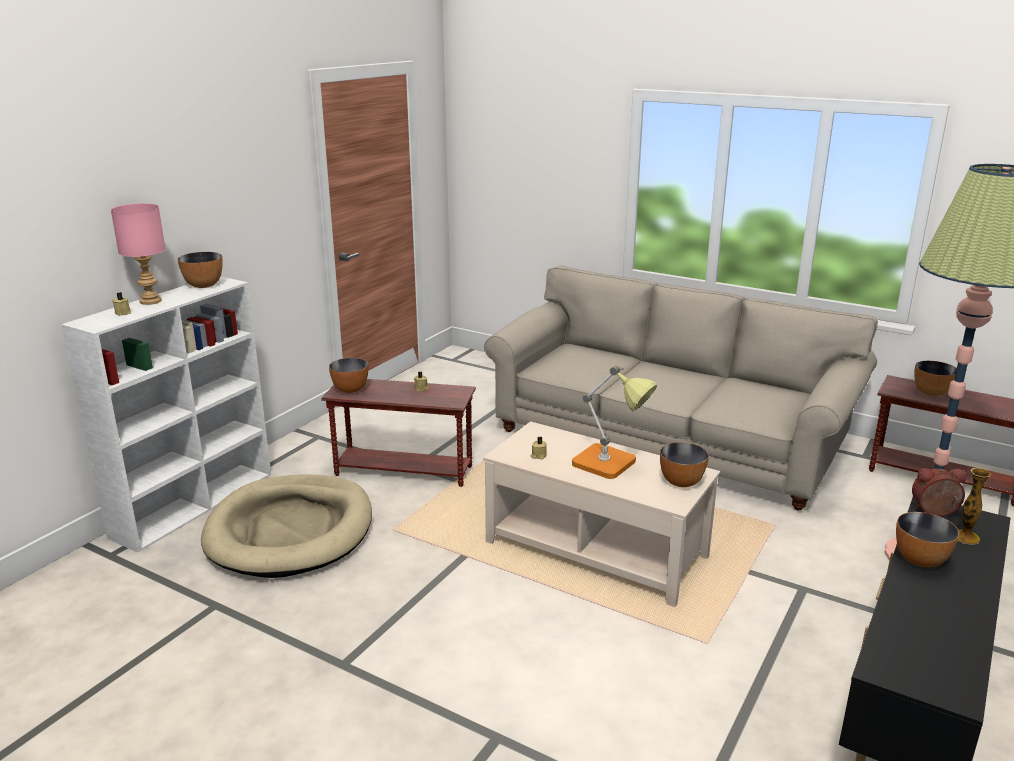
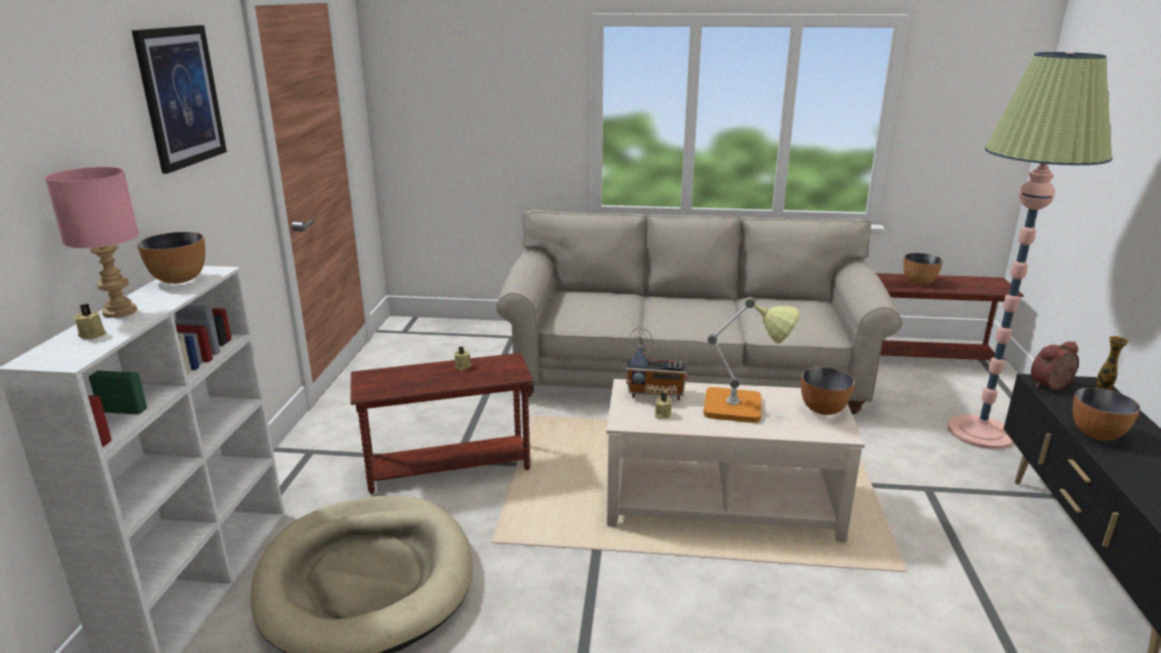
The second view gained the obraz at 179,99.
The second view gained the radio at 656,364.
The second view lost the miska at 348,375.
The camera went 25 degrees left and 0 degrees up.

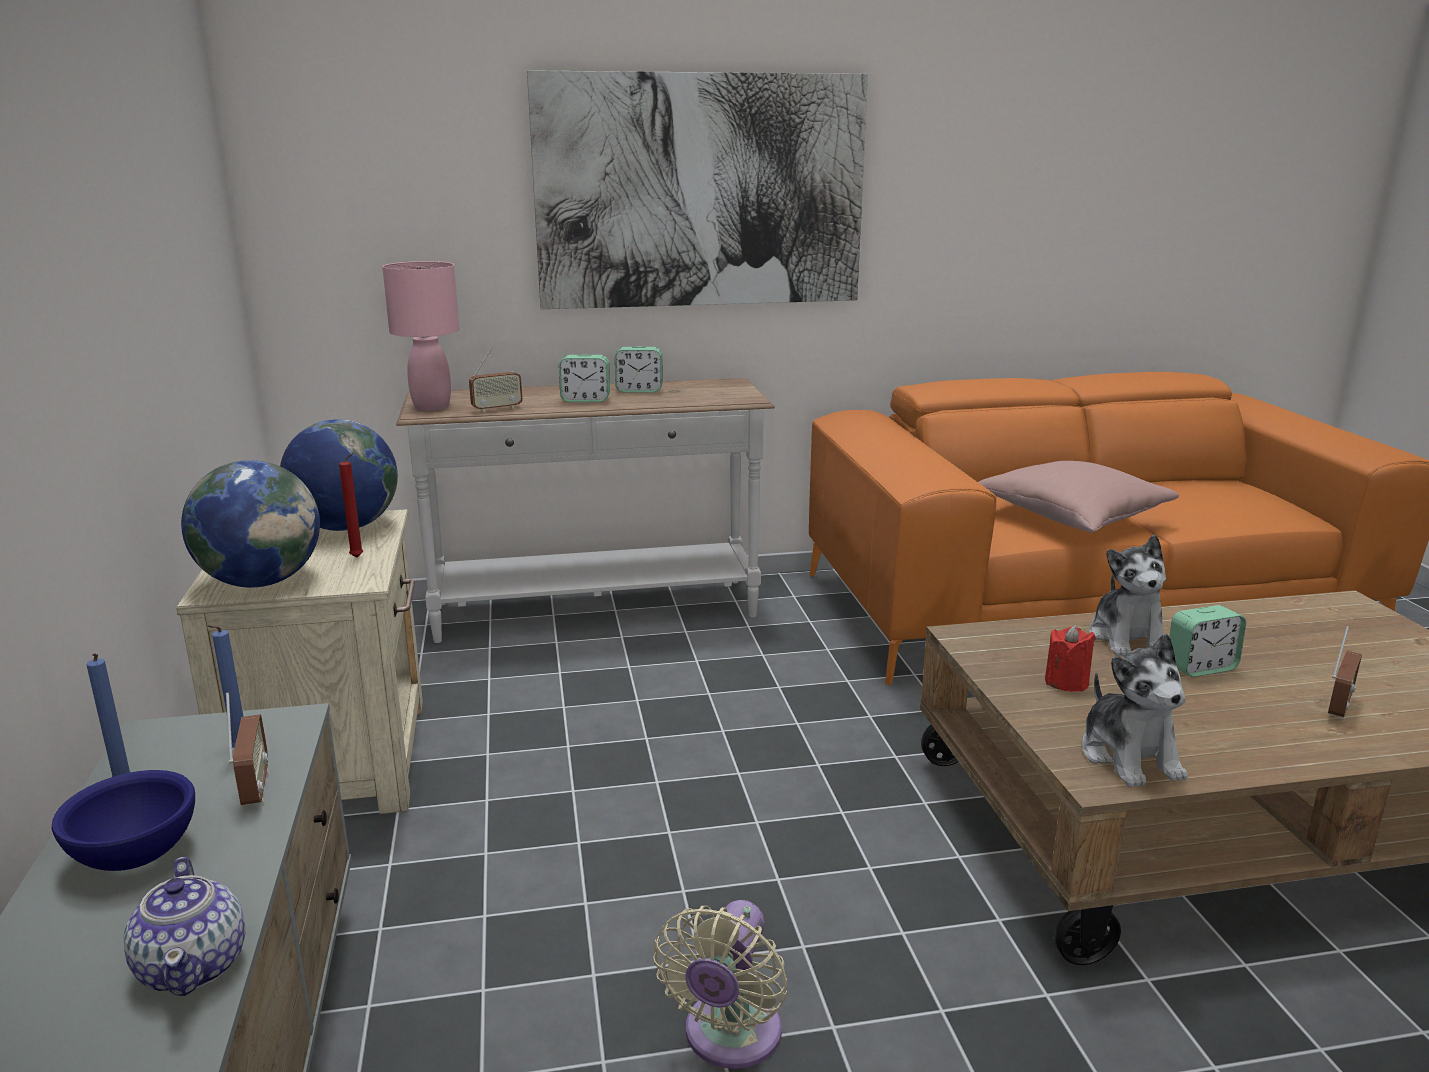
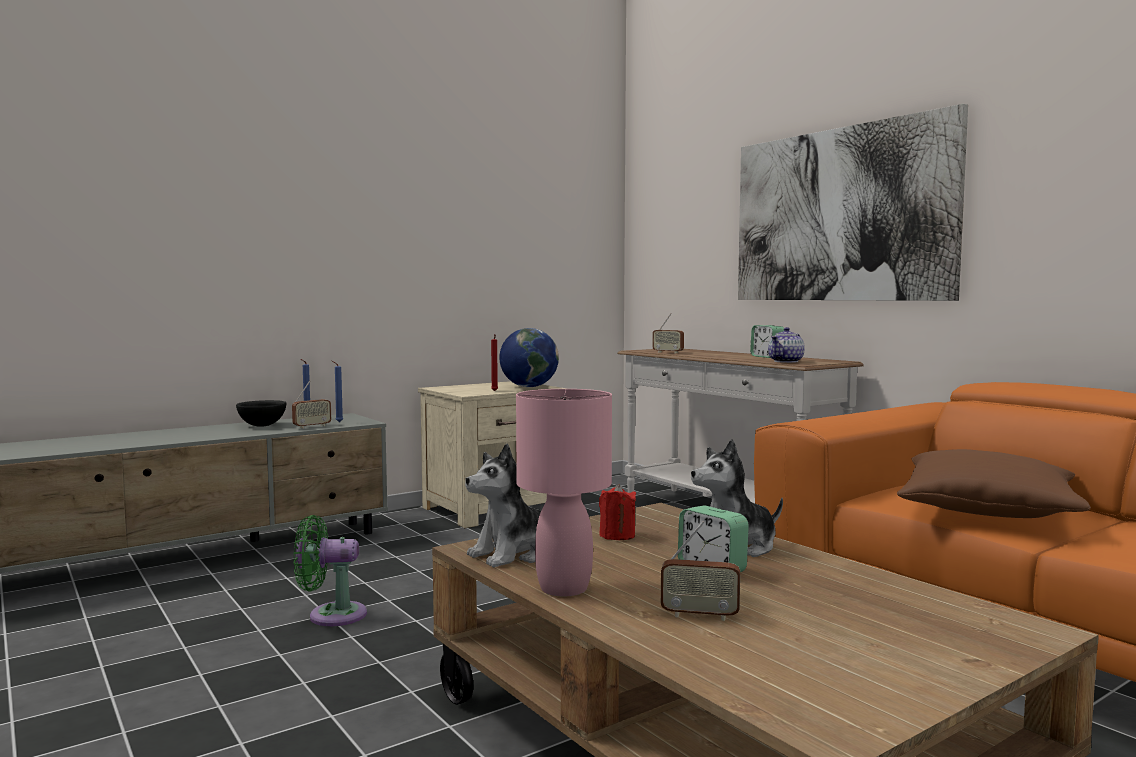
What was the miska [niebieski] at 123,820 turned into the miska [czarny] at 261,413.
What was the wentylator [beżowy] at 720,984 turned into the wentylator [zielony] at 330,570.
The lampa stołowa [różowy] ended up elsewhere, having gone from 420,336 to 564,492.
The imbryk ended up elsewhere, having gone from 184,926 to 786,345.
What was the poduszka [różowy] at 1078,496 turned into the poduszka [brązowy] at 994,483.
The second view lost the globus at 250,524.
The second view lost the budzik at 584,378.
The camera went 65 degrees right and 15 degrees down.

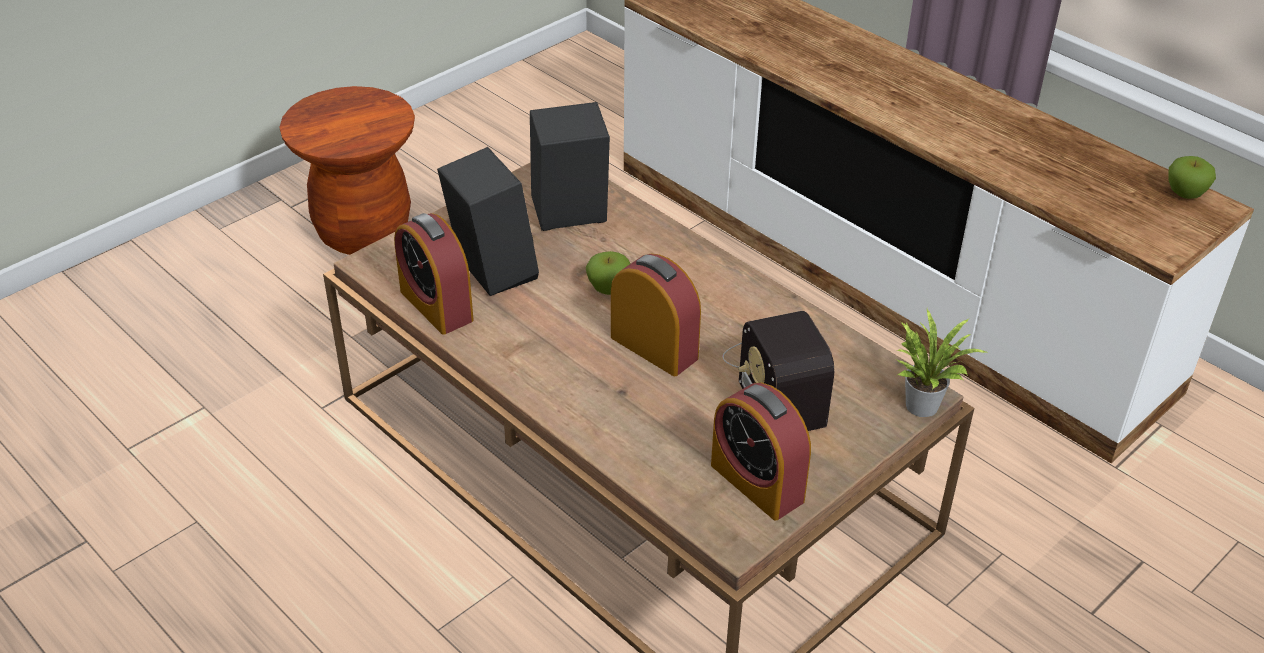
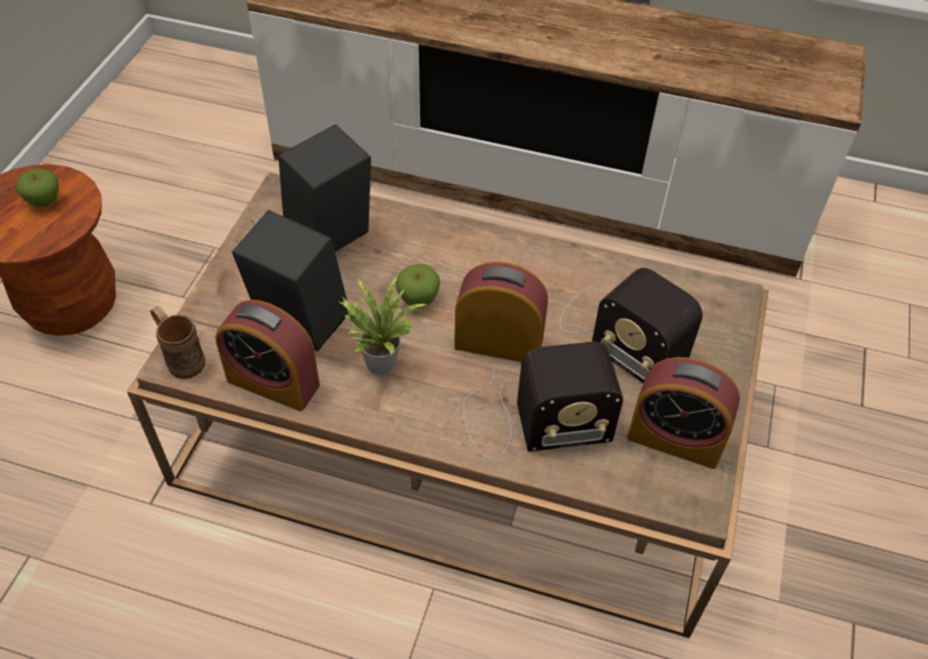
The jabłko ended up elsewhere, having gone from 1192,177 to 37,187.
The second view gained the kubek [brązowy] at 177,342.
The roślina doniczkowa ended up elsewhere, having gone from 942,363 to 383,324.
The second view gained the radio at 543,400.
The camera went 30 degrees left and 10 degrees up.

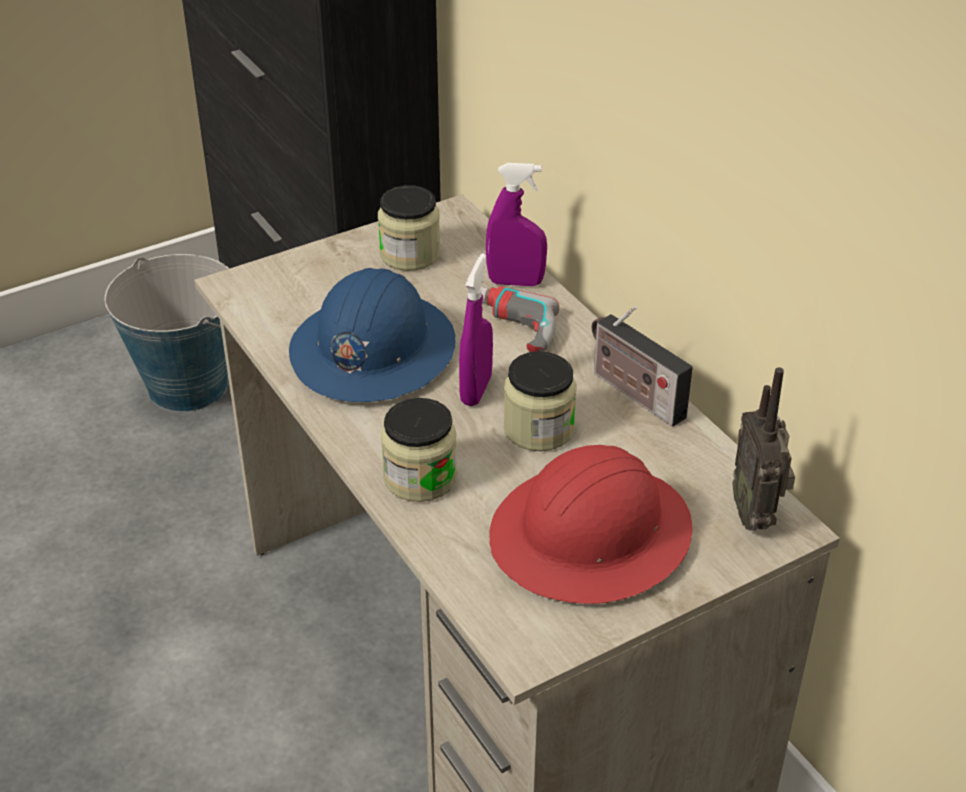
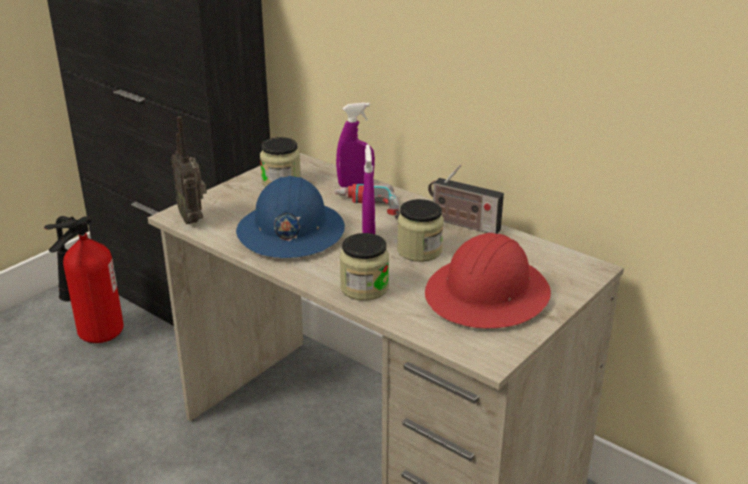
Where the wiadro stood at 167,333, the gaśnica came to stand at 84,279.
The radio ended up elsewhere, having gone from 764,449 to 189,170.
The camera went 20 degrees left and 10 degrees down.

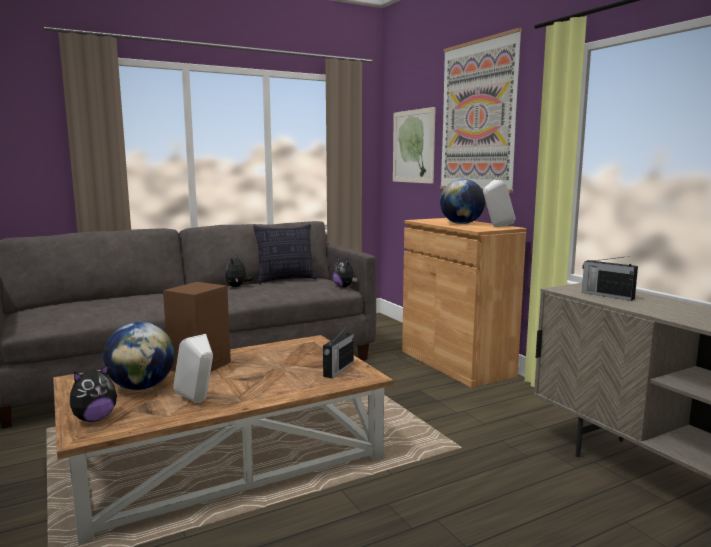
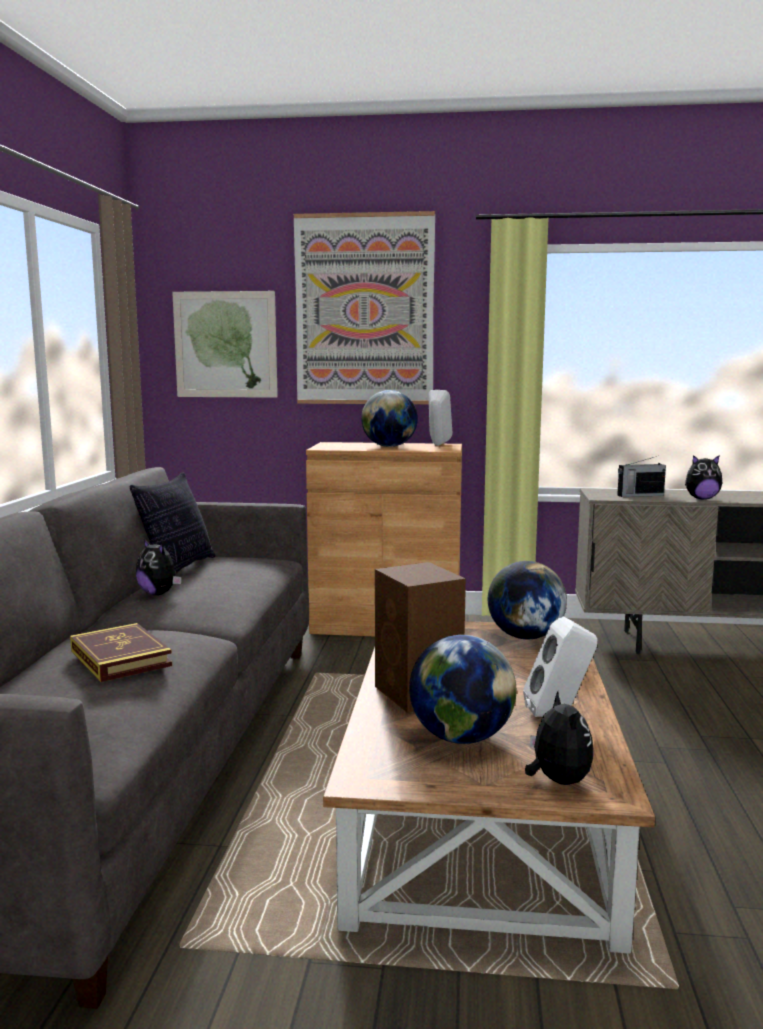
The second view gained the książka at 121,652.
Where the radio stood at 338,353, the globus came to stand at 527,600.
The pluszak ended up elsewhere, having gone from 344,271 to 703,477.
The camera went 55 degrees left and 0 degrees up.

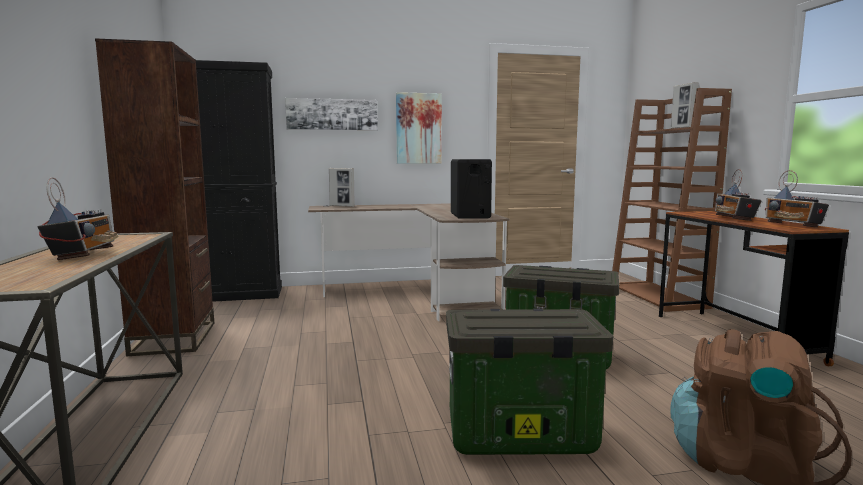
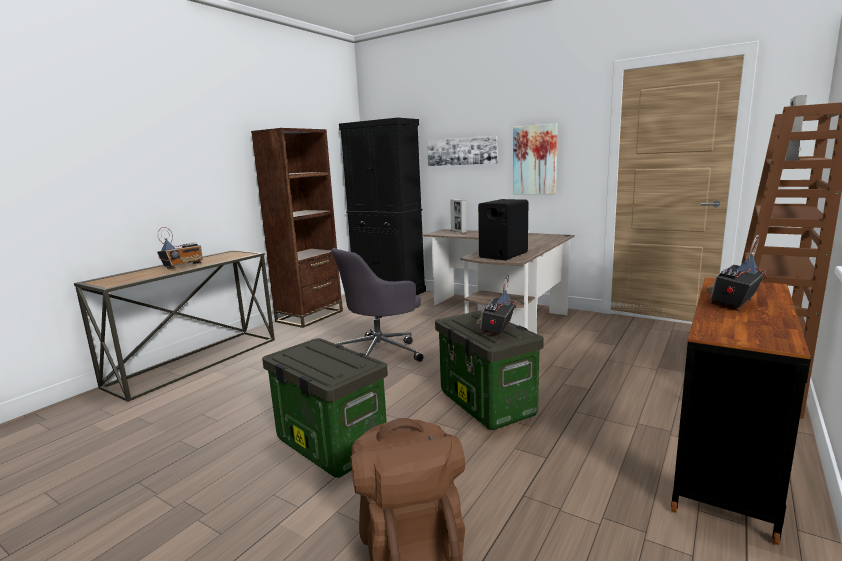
The second view gained the krzesło biurowe [szary] at 377,305.
The radio ended up elsewhere, having gone from 797,199 to 496,306.
The camera went 45 degrees right and 5 degrees up.

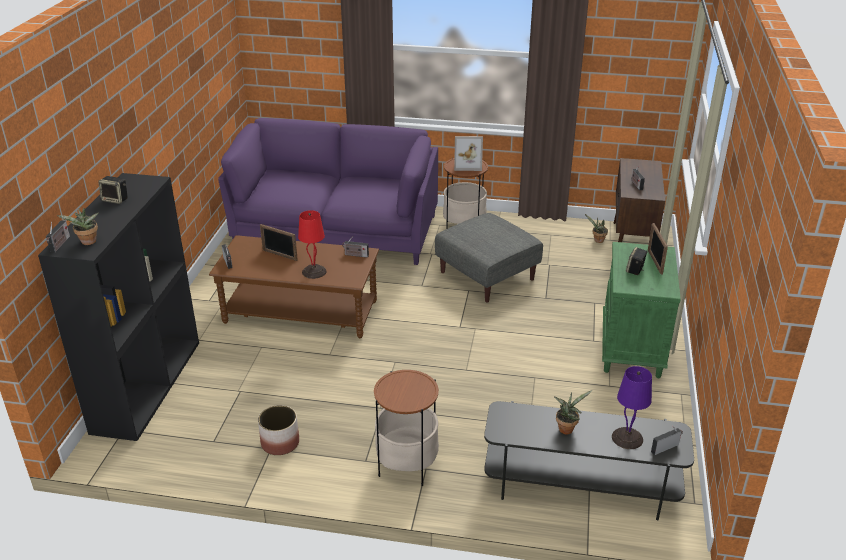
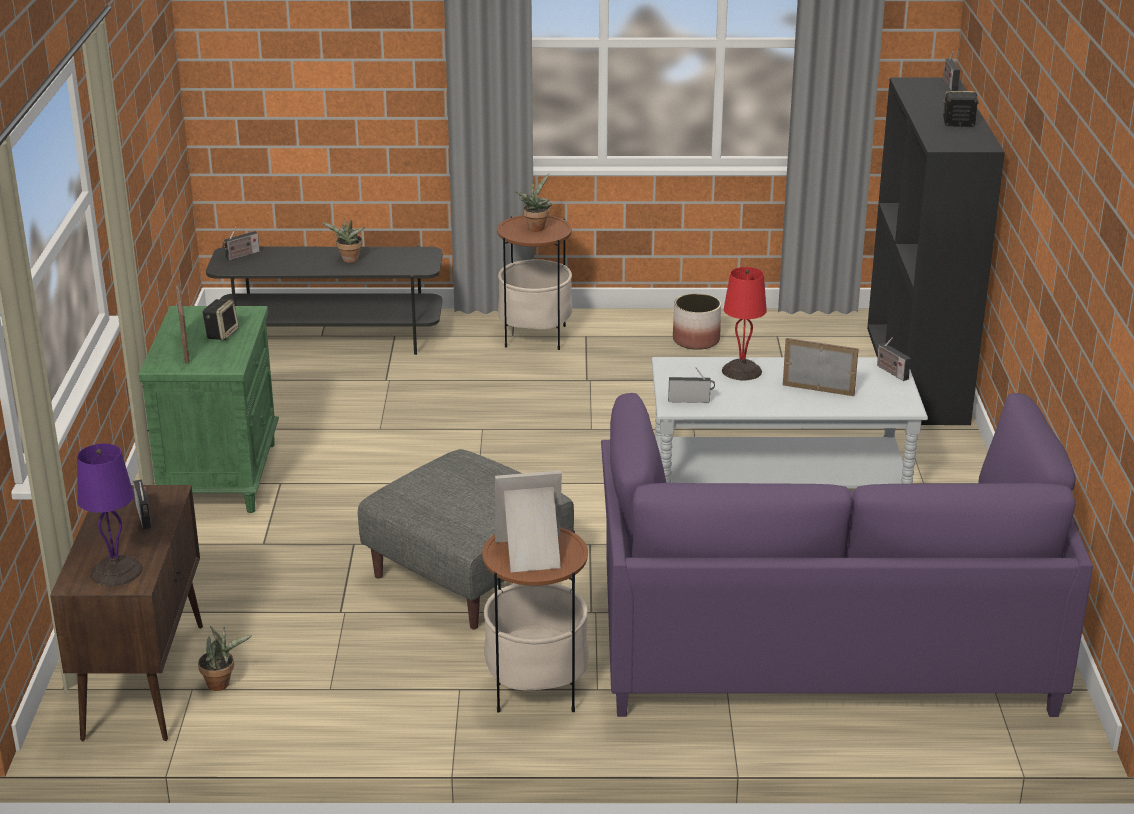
The lampa stołowa [fioletowy] ended up elsewhere, having gone from 632,407 to 109,514.
The roślina doniczkowa ended up elsewhere, having gone from 77,226 to 534,202.
What was the ława [brązowy] at 294,286 turned into the ława [szary] at 789,423.
The camera went 170 degrees right and 5 degrees down.

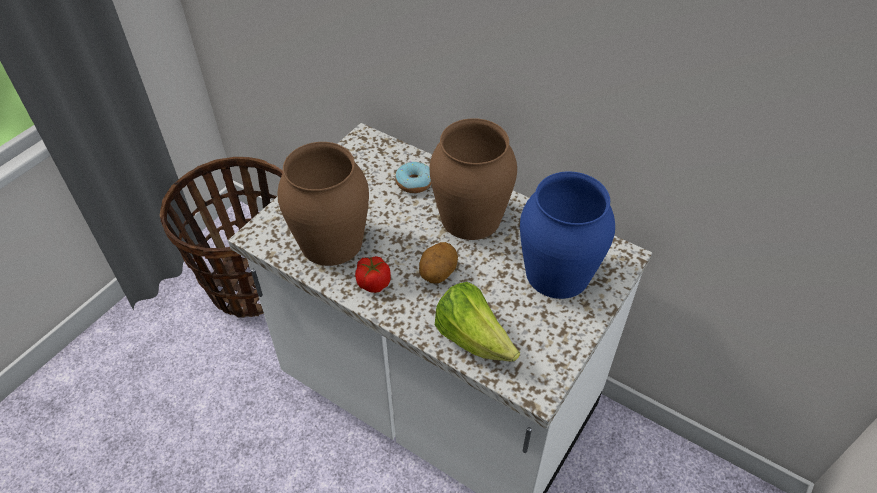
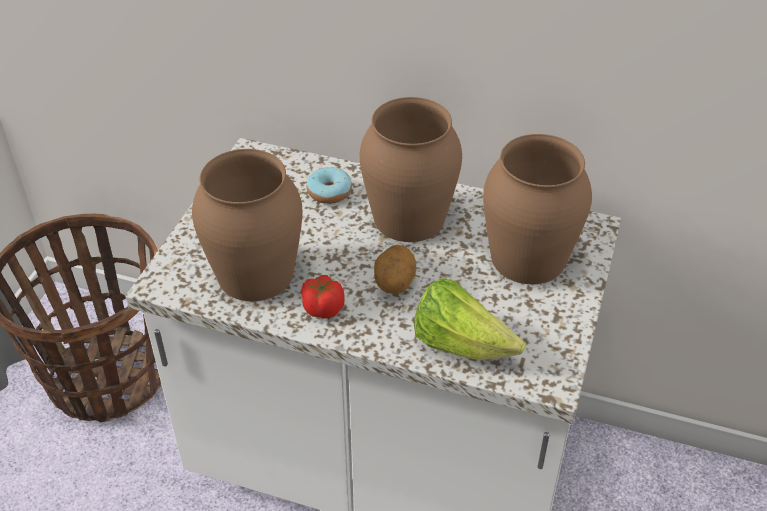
What was the wazon [niebieski] at 567,235 turned into the wazon [brązowy] at 537,209.
The camera went 15 degrees left and 5 degrees down.

